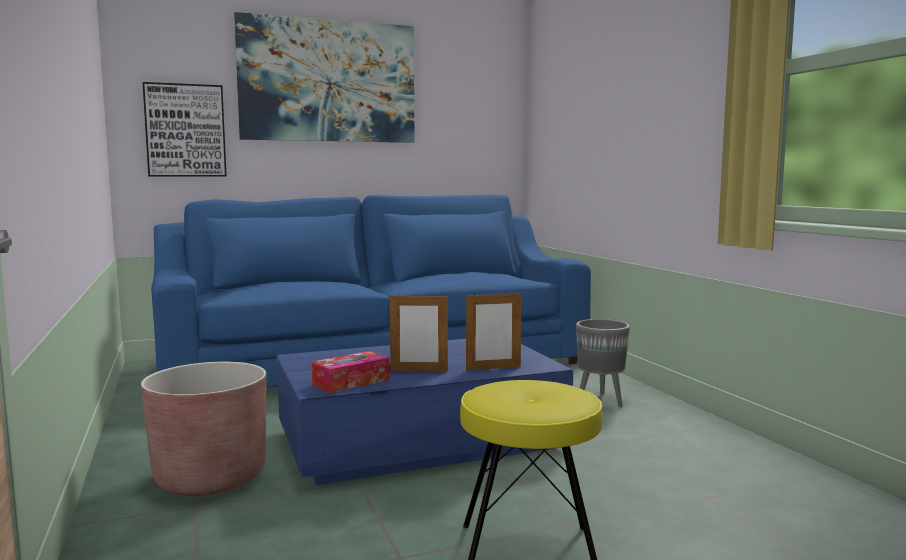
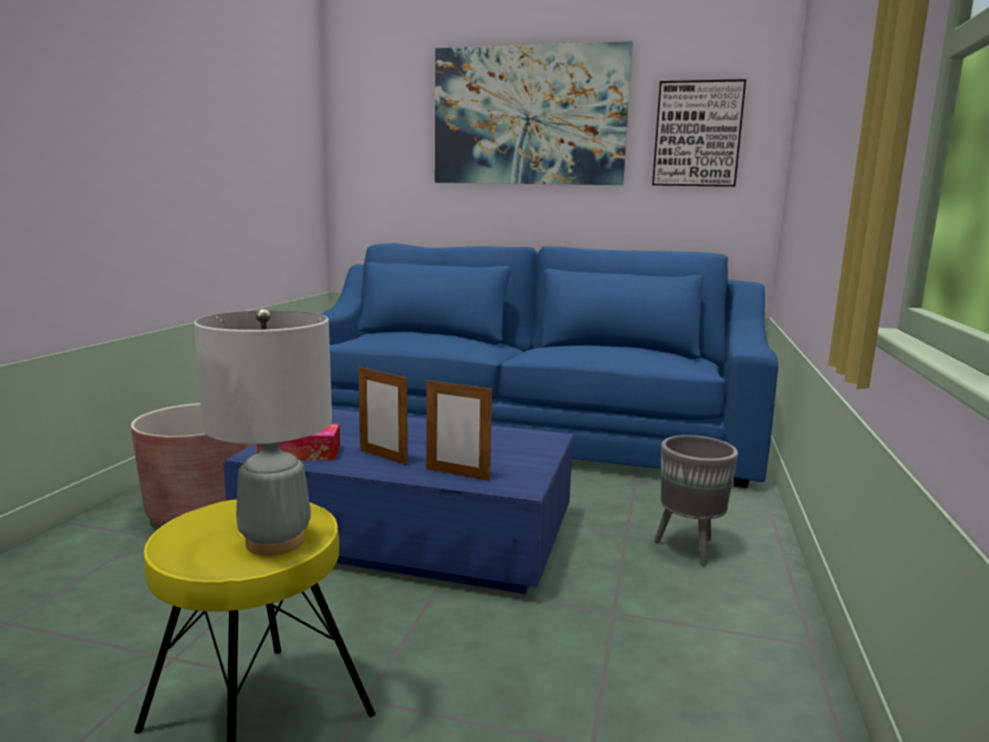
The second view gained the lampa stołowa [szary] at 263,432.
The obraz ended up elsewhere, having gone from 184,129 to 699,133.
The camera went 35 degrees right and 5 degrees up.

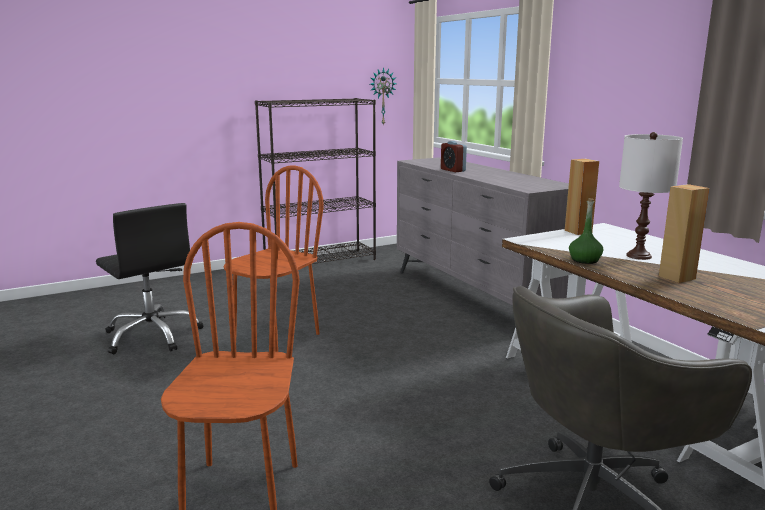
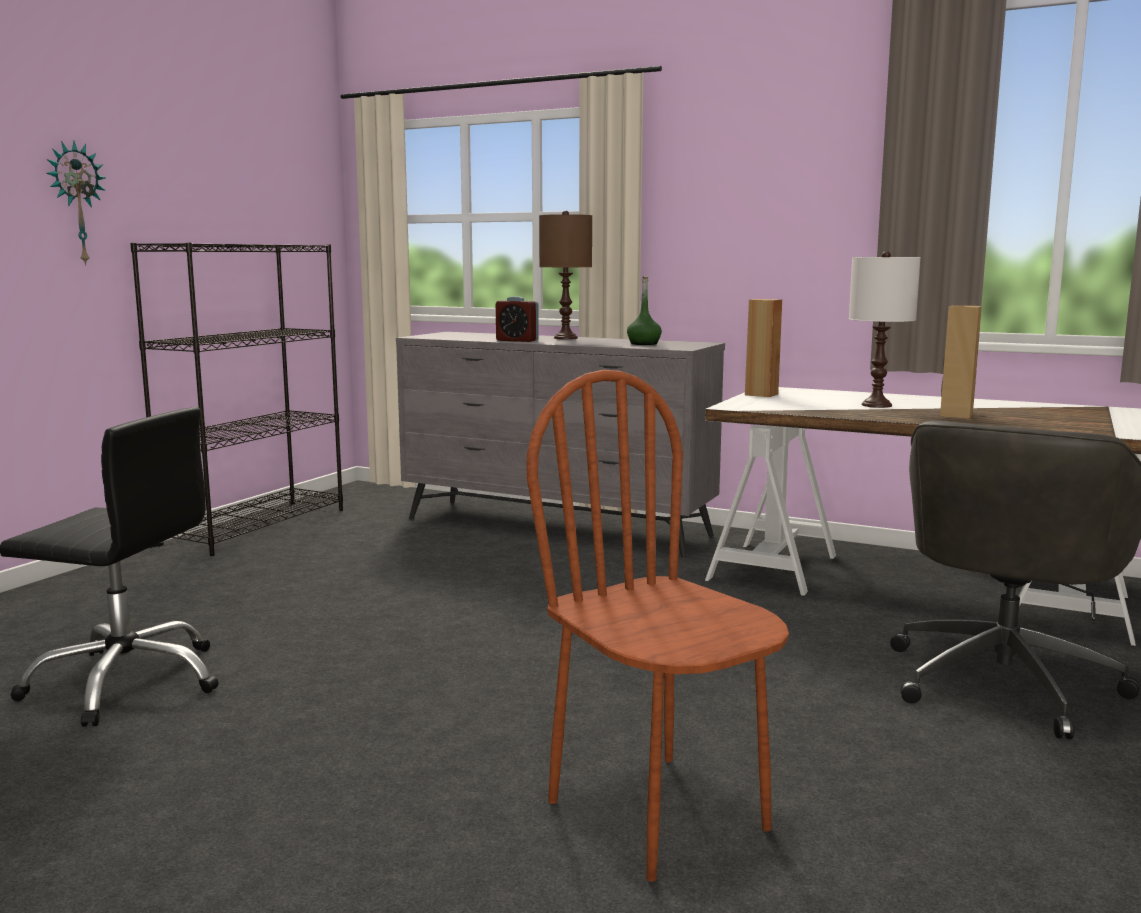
The zegar ścienny ended up elsewhere, having gone from 383,96 to 76,203.
The second view gained the lampa stołowa [brązowy] at 565,274.
The butelka [zielony] ended up elsewhere, having gone from 586,231 to 644,310.
The second view lost the krzesło [brązowy] at 274,258.
The camera went 35 degrees left and 5 degrees down.

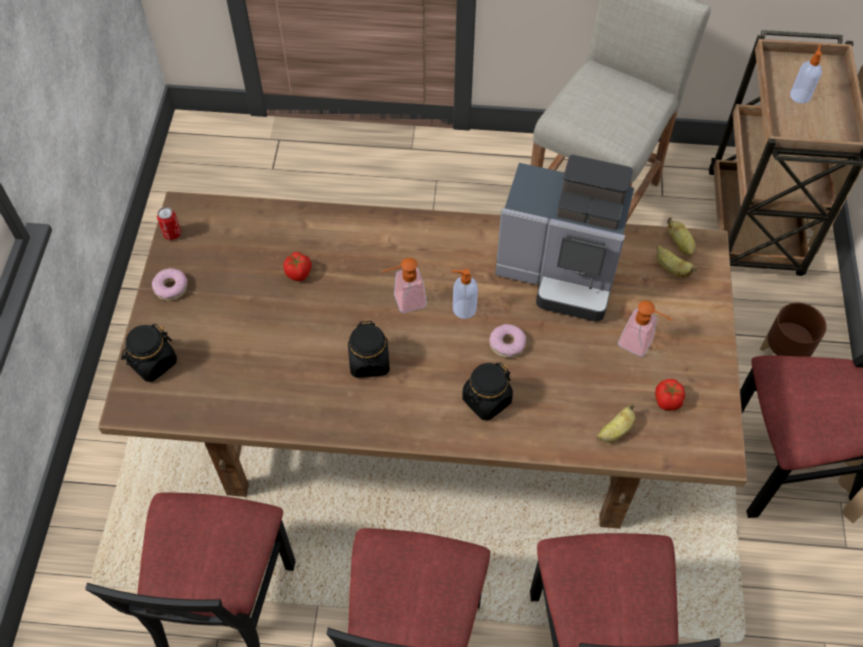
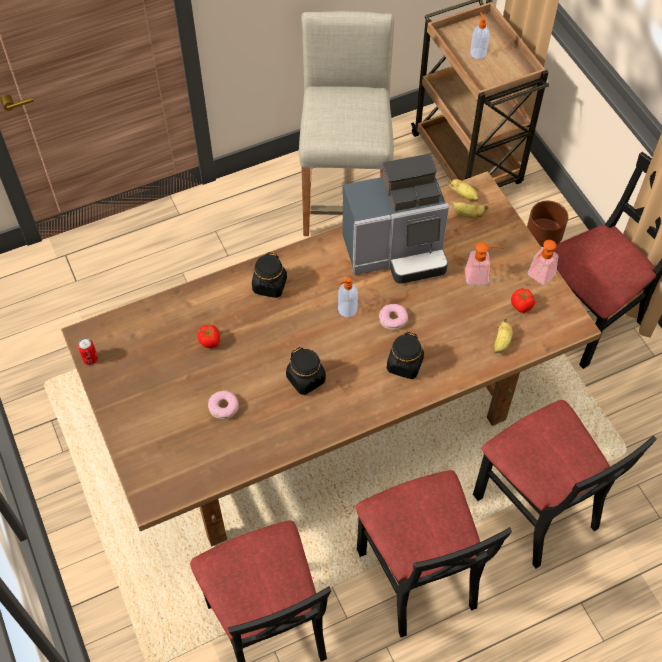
The donut ended up elsewhere, having gone from 170,284 to 223,405.
The słoik [czarny] ended up elsewhere, having gone from 149,353 to 269,275.
The dozownik mydła ended up elsewhere, having gone from 404,285 to 543,262.
The camera went 30 degrees left and 0 degrees up.

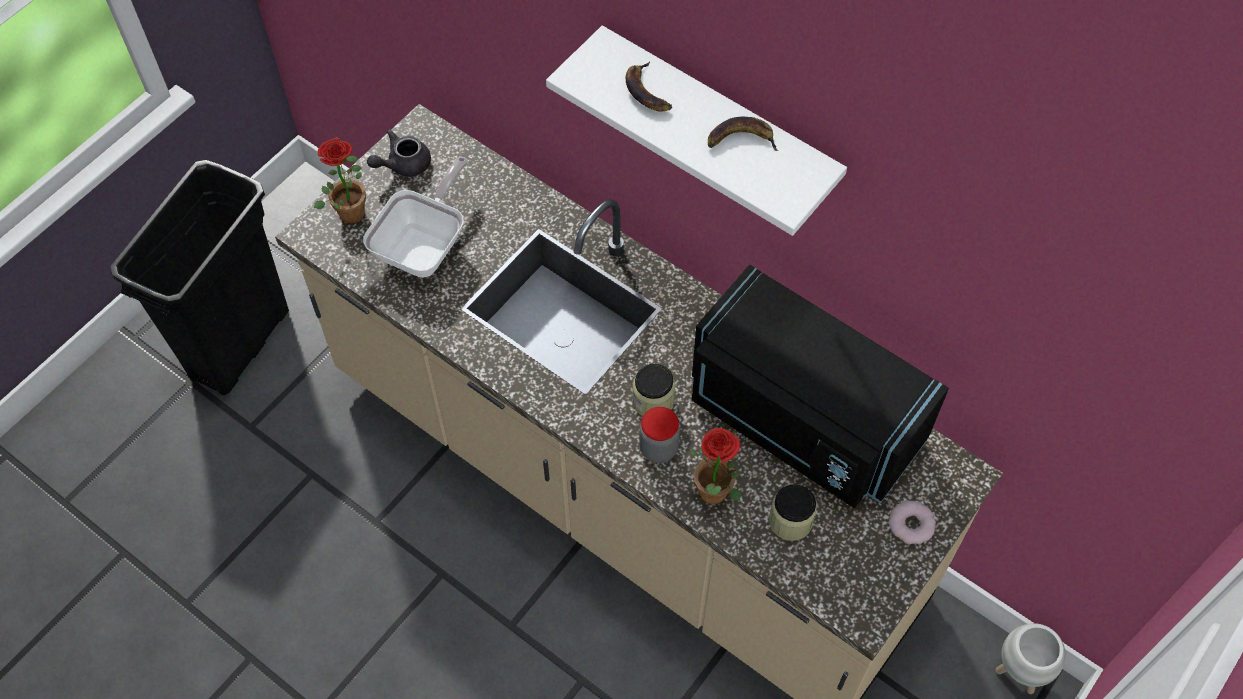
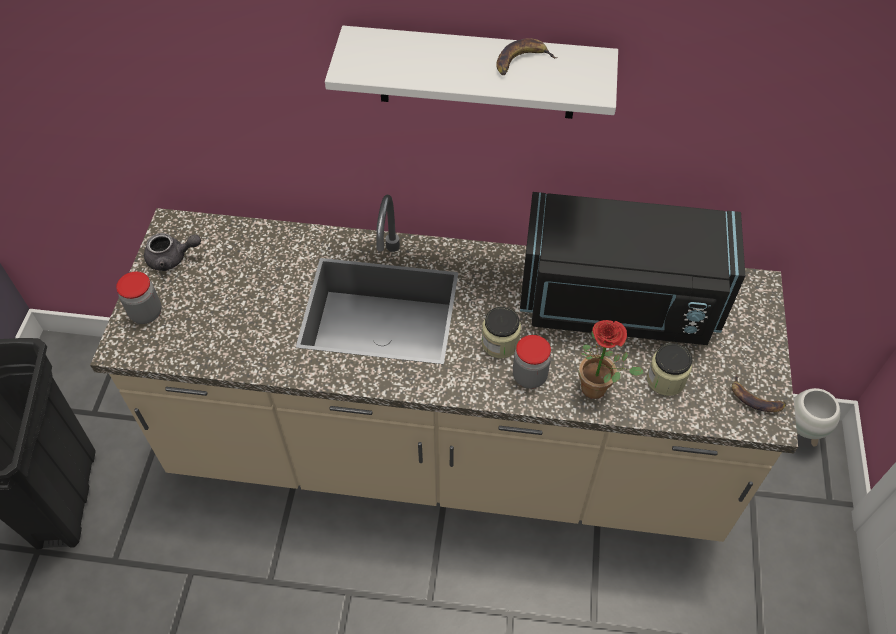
Where the roślina doniczkowa stood at 340,180, the słoik came to stand at 139,298.
The imbryk [szary] at 399,153 ended up facing another way, 120 degrees counterclockwise from before.
The banan ended up elsewhere, having gone from 649,86 to 759,393.
The second view lost the patelnia at 415,217.
The second view lost the donut at 912,522.
The camera went 30 degrees left and 5 degrees down.

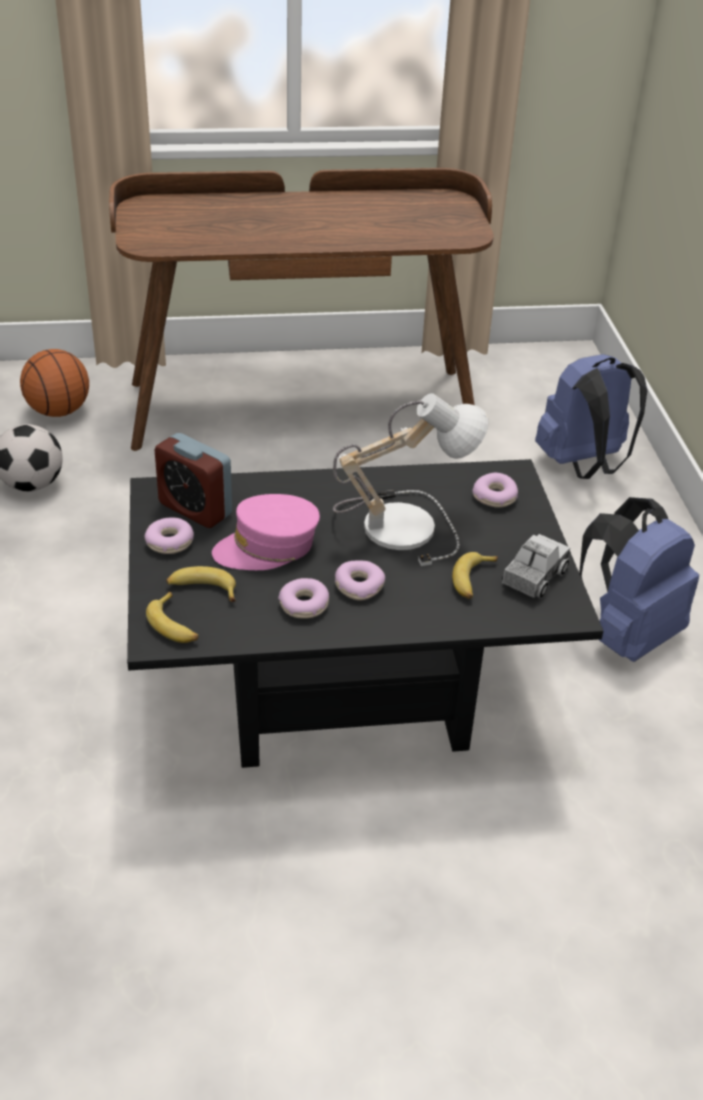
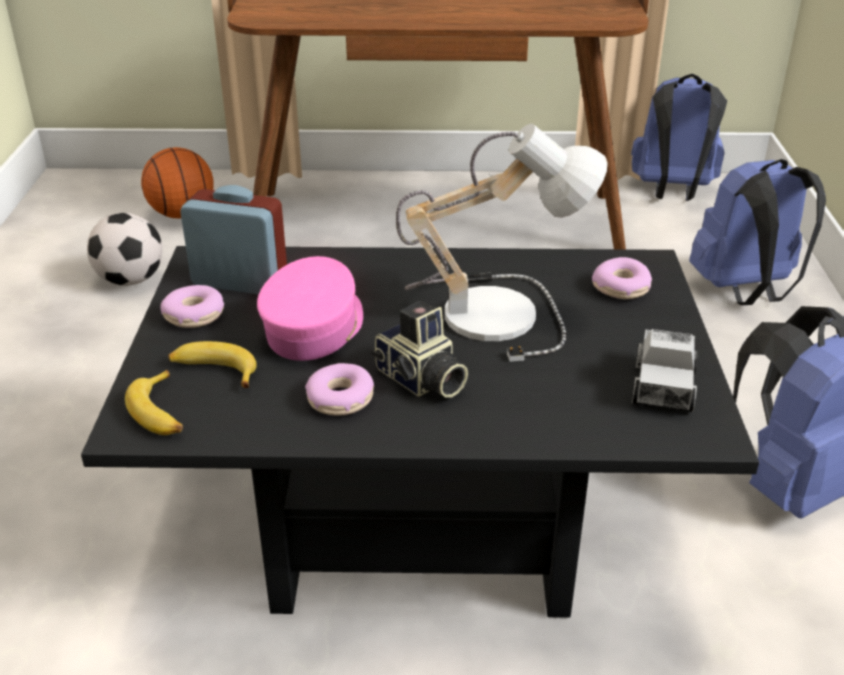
The budzik at 193,480 ended up facing another way, 150 degrees clockwise from before.
The czapka z daszkiem [różowy] at 266,532 ended up facing another way, 120 degrees clockwise from before.
Where the donut stood at 360,581, the aparat fotograficzny came to stand at 419,349.
The second view gained the plecak [niebieski] at 679,137.
The ciężarówka zabawkowa at 536,566 ended up facing another way, 150 degrees clockwise from before.
The second view lost the banan at 475,575.
The camera went 10 degrees right and 5 degrees down.

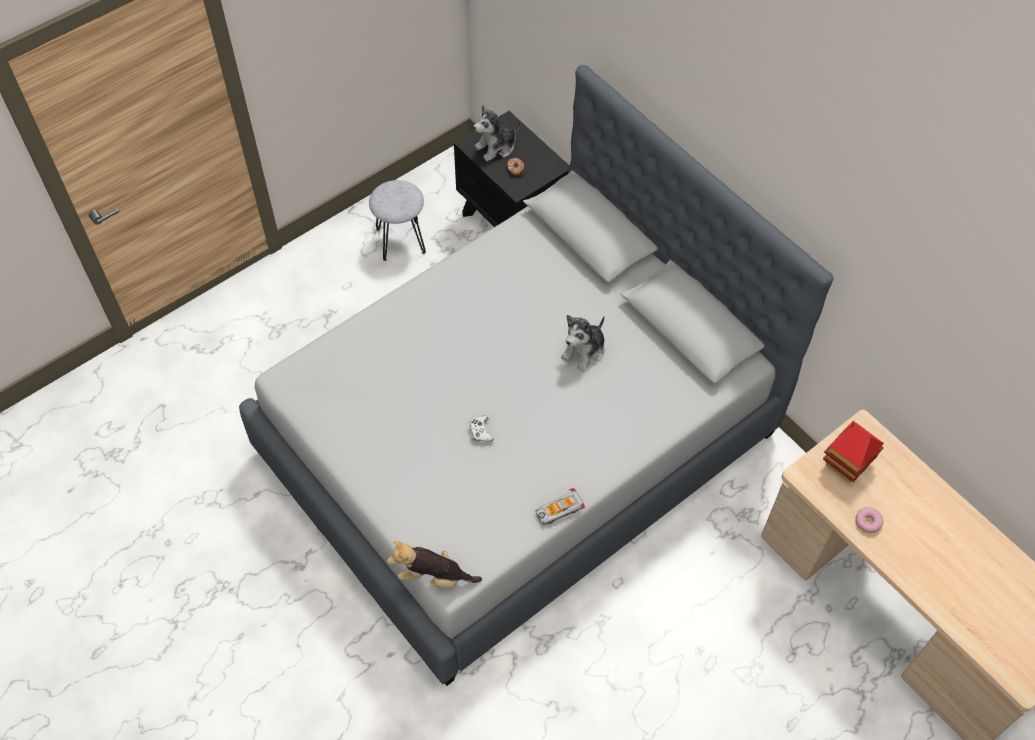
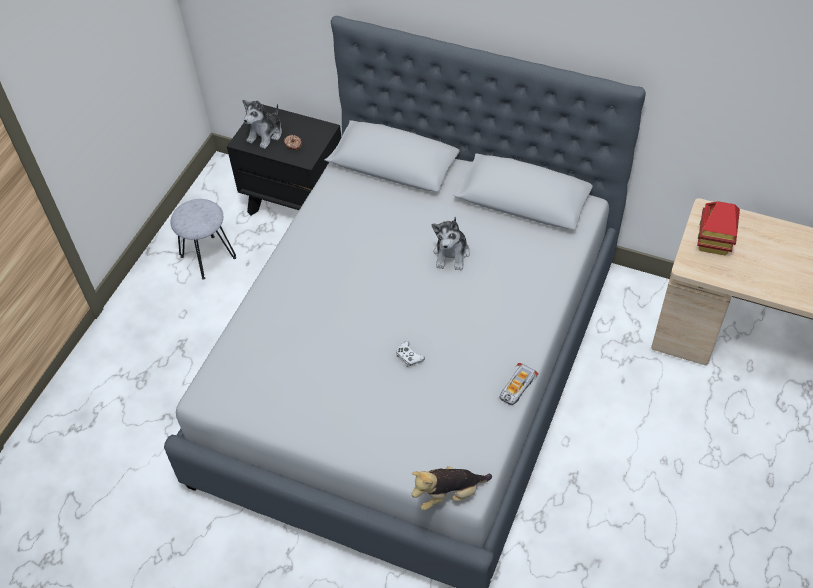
The second view lost the donut at 869,520.
The camera went 25 degrees left and 5 degrees down.

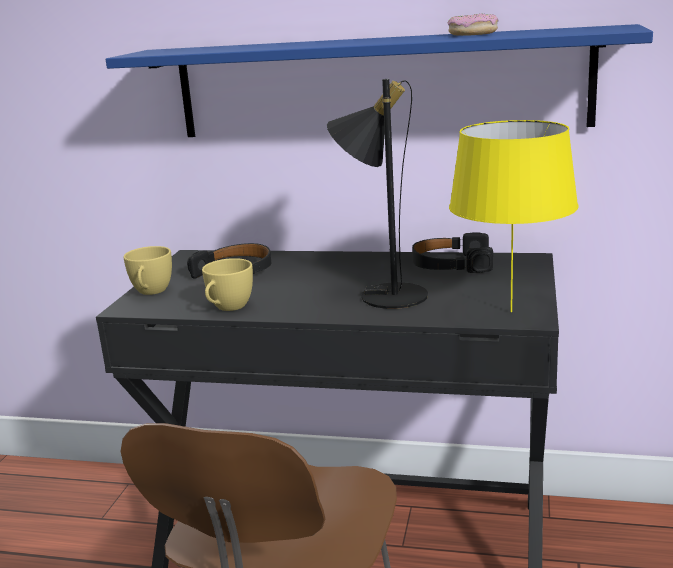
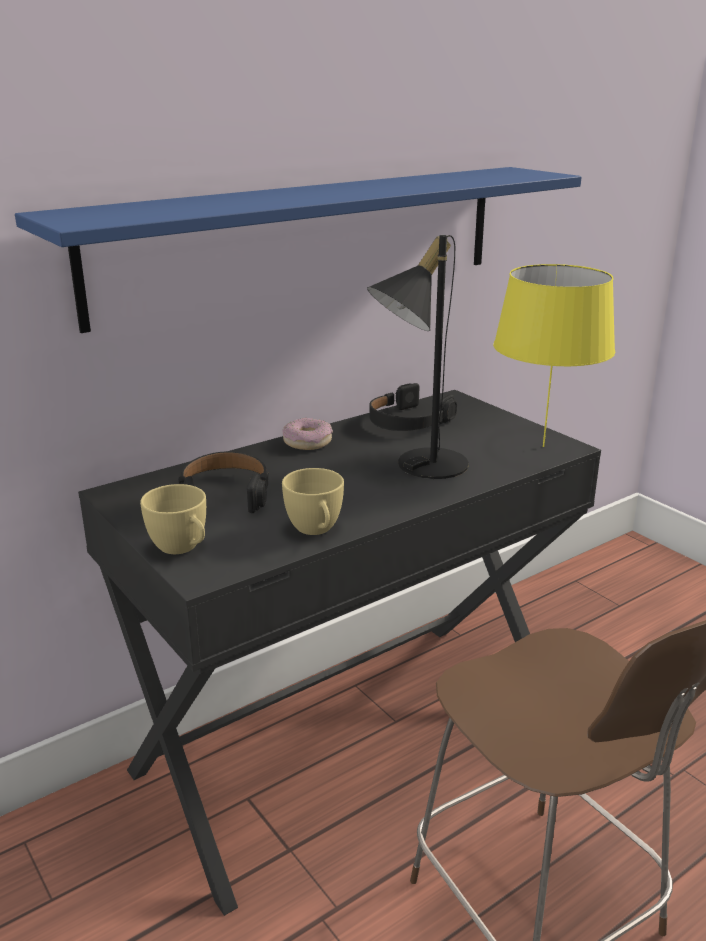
The donut ended up elsewhere, having gone from 473,25 to 307,434.
The camera went 50 degrees left and 5 degrees up.

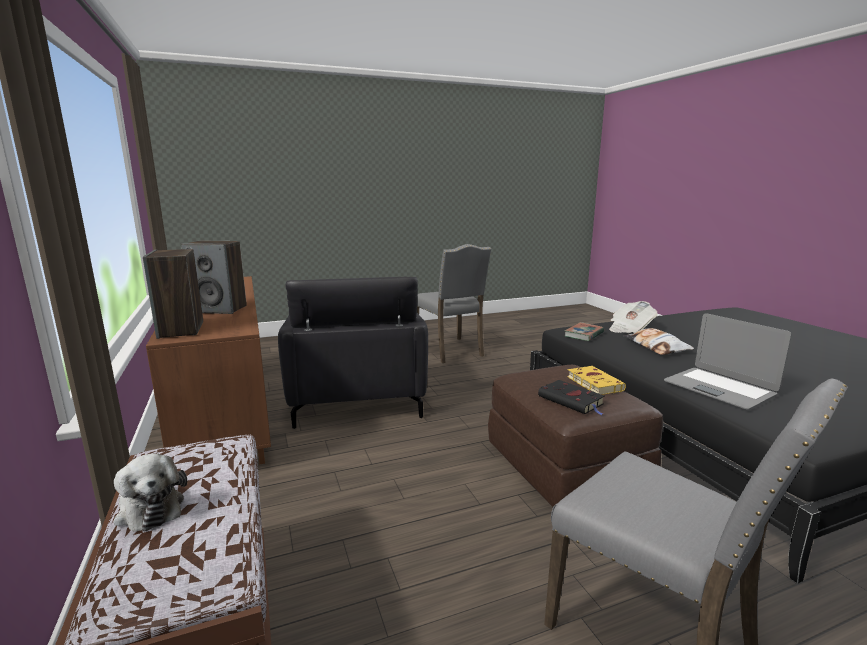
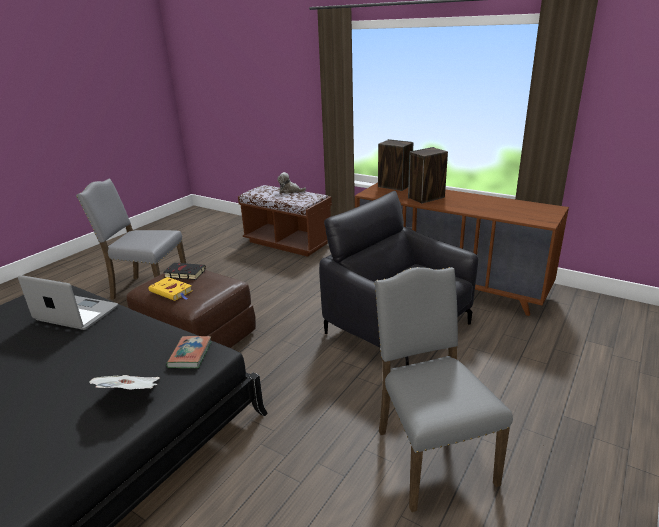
The krzesło [szary] at 454,303 ended up facing another way, 45 degrees clockwise from before.
The second view lost the poduszka at 658,341.
The camera went 145 degrees right and 10 degrees up.

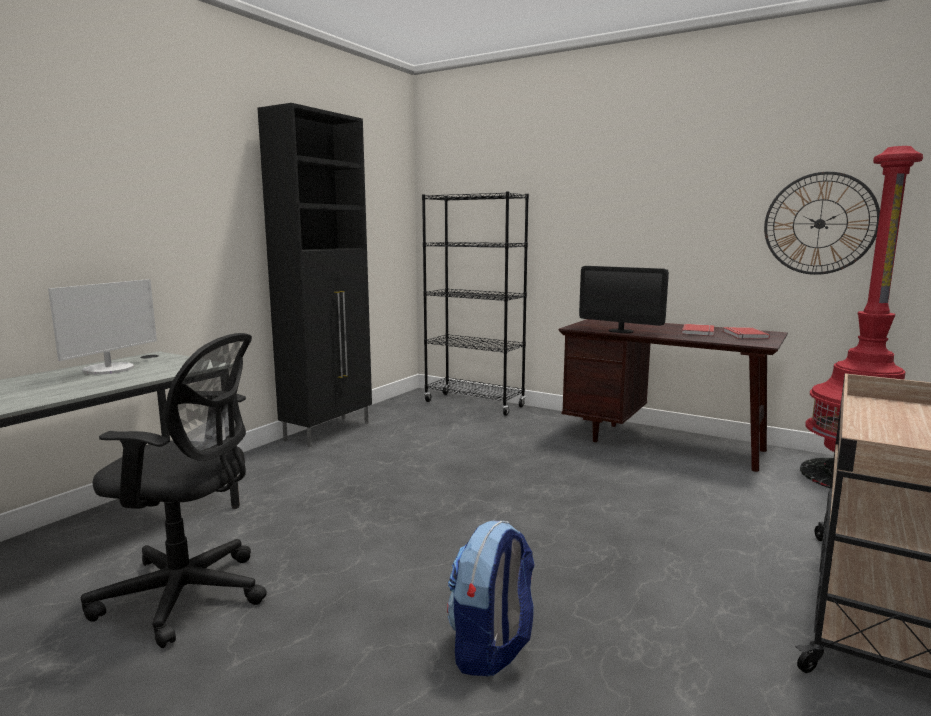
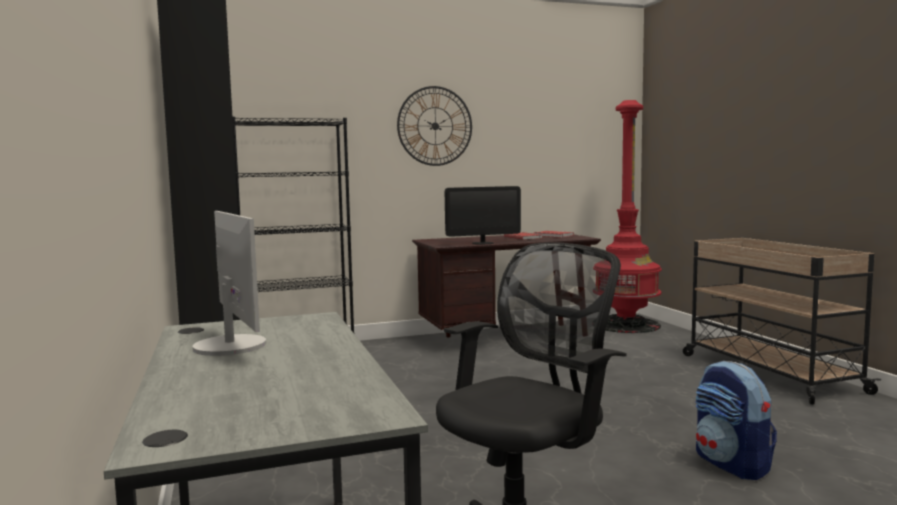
The zegar ścienny ended up elsewhere, having gone from 822,223 to 434,126.
The camera went 50 degrees left and 5 degrees down.

